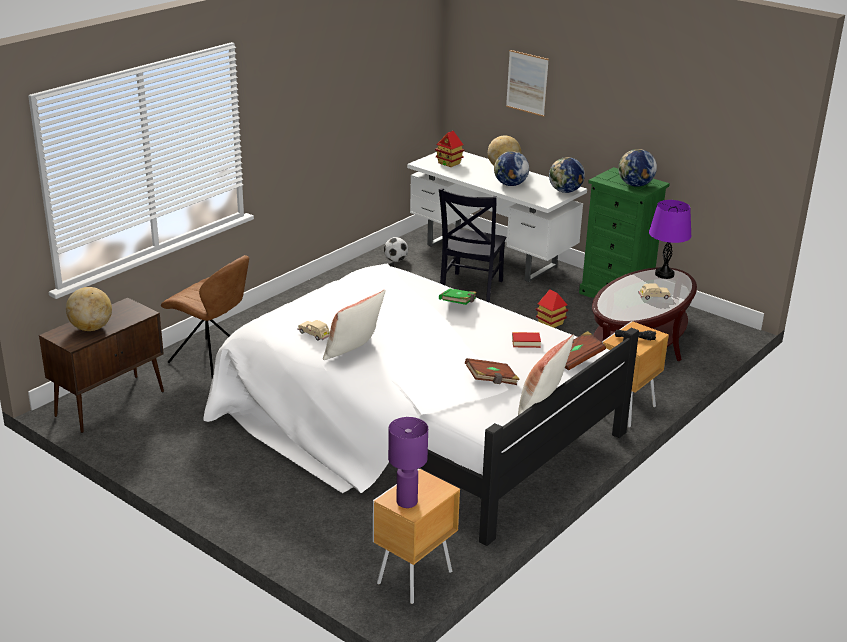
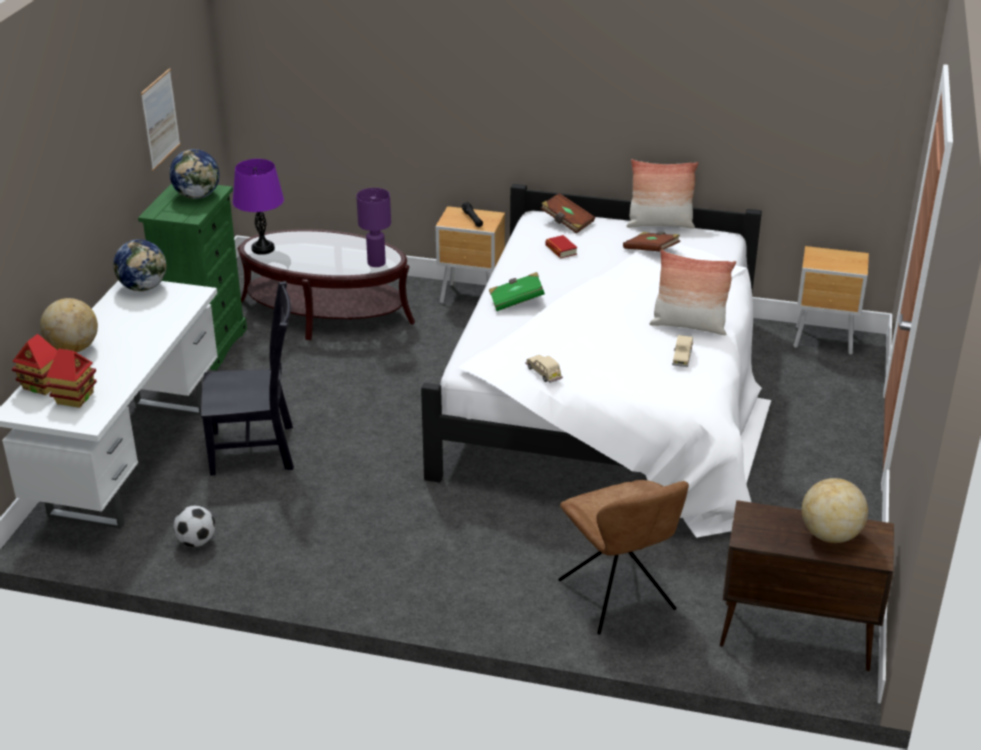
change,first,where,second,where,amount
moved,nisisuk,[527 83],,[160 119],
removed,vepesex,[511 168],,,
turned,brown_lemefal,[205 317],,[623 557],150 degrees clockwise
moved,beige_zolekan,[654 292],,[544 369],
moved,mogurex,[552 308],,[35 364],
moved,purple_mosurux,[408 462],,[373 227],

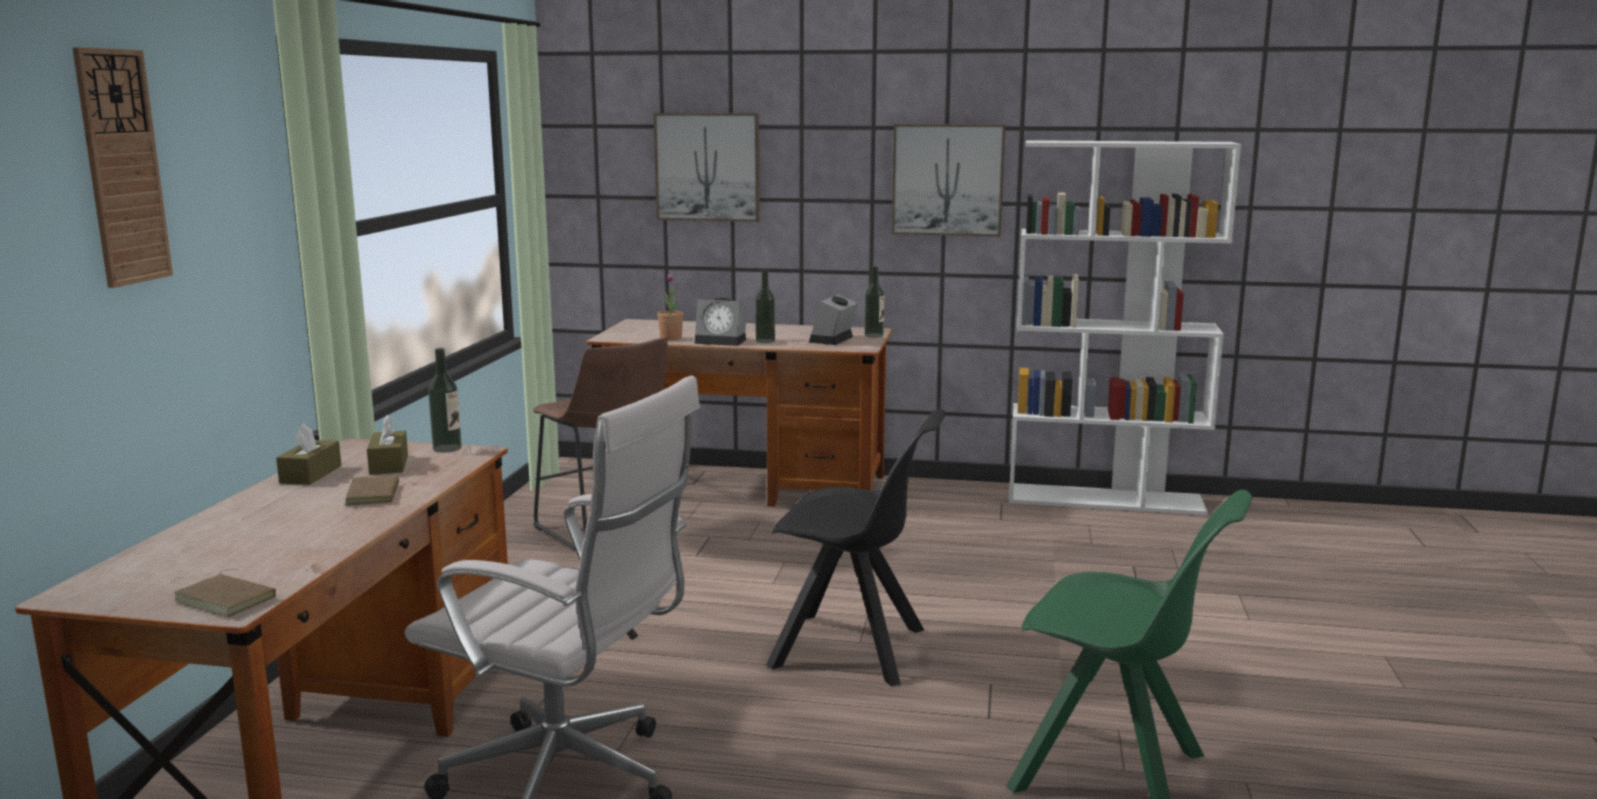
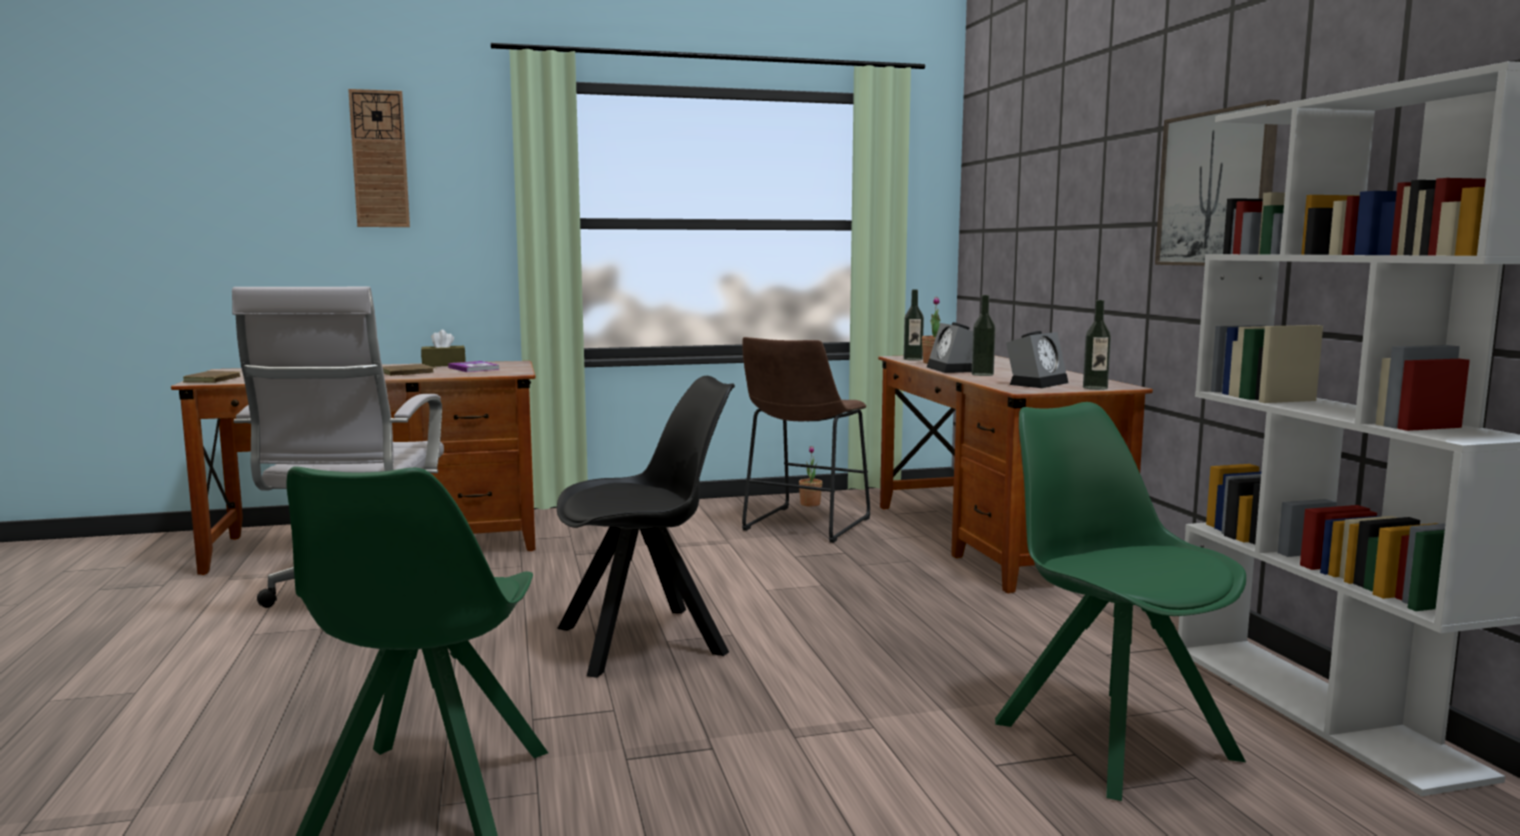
change,first,where,second,where,amount
removed,nisisuk,[706 167],,,
turned,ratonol,[833 320],,[1037 359],135 degrees clockwise
moved,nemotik,[445 400],,[914 325],
turned,black_lemefal,[856 547],,[646 527],105 degrees counterclockwise
replaced,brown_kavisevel,[387 445],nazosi,[474 366],
added,,,green_lemefal,[1120 601],
added,,,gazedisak,[810 476],

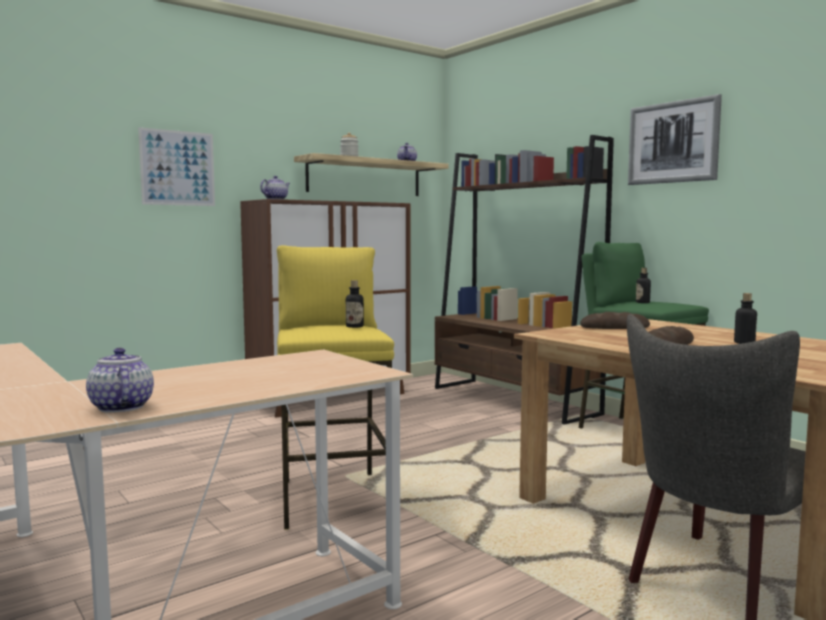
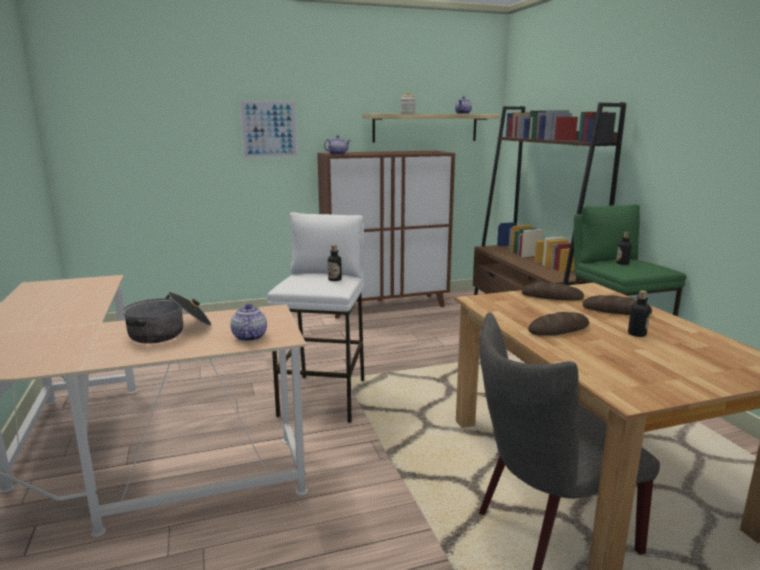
change,first,where,second,where,amount
removed,nisisuk,[675 139],,,
recoloured,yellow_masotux,[335 387],white_masotux,[315 317],
moved,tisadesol,[120 380],,[248 322],
added,,,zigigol,[167 318],
added,,,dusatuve,[617 305],

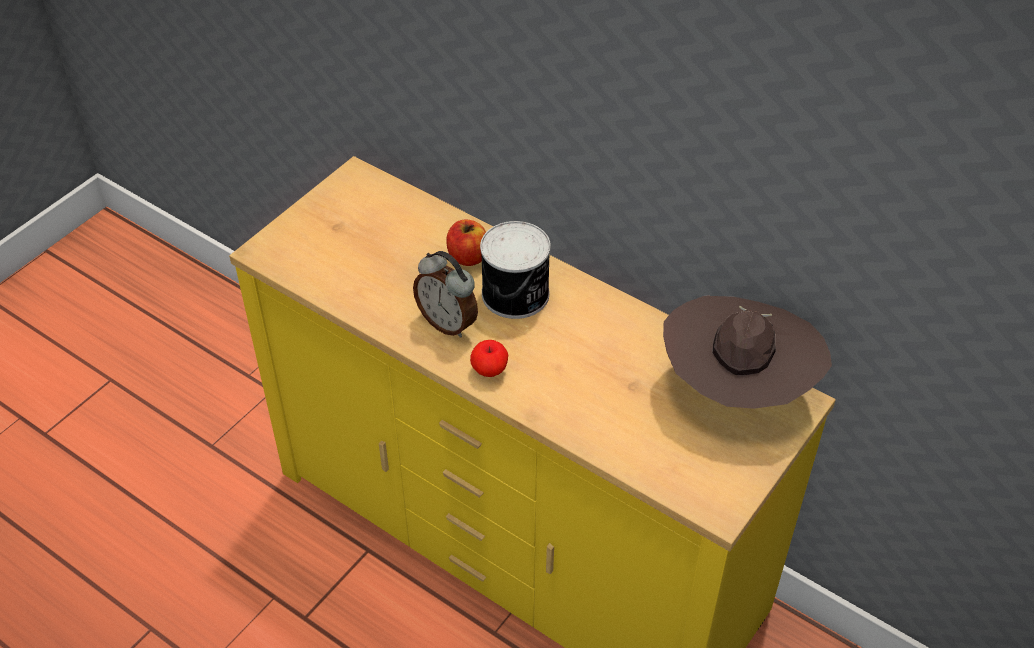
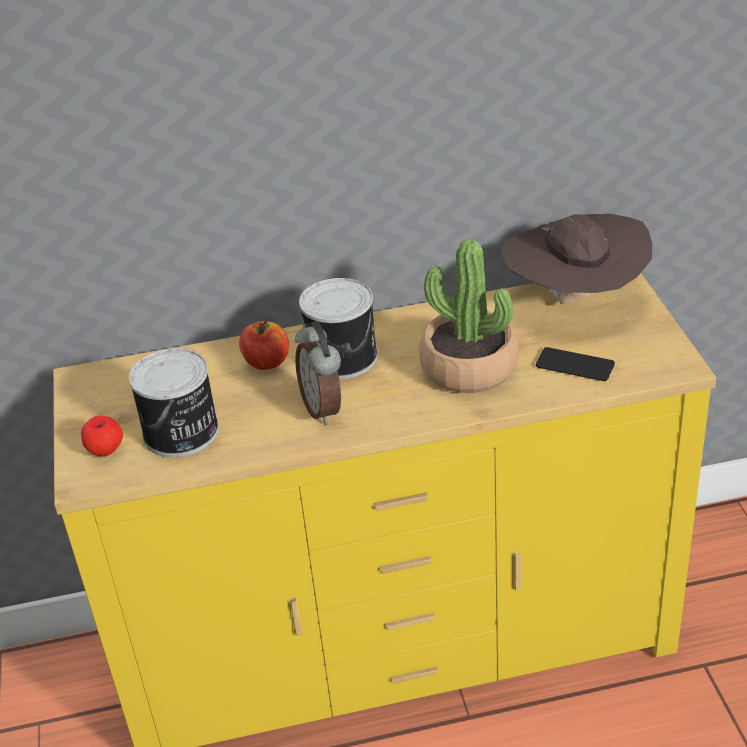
change,first,where,second,where,amount
turned,ratonol,[445 294],,[318 373],75 degrees clockwise
moved,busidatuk,[489 358],,[102 436],
added,,,gazedisak,[469 316],
added,,,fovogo,[575 364],
added,,,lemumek,[174 402],

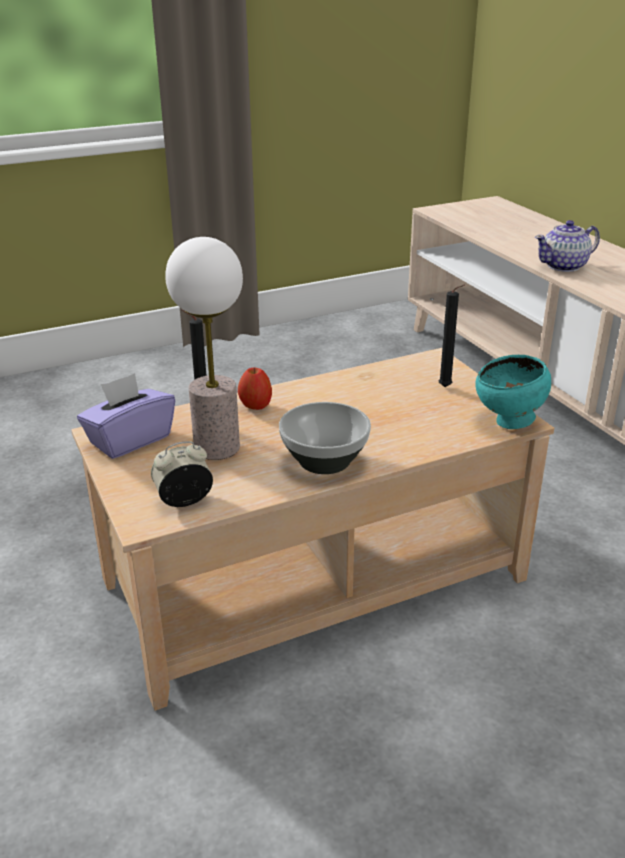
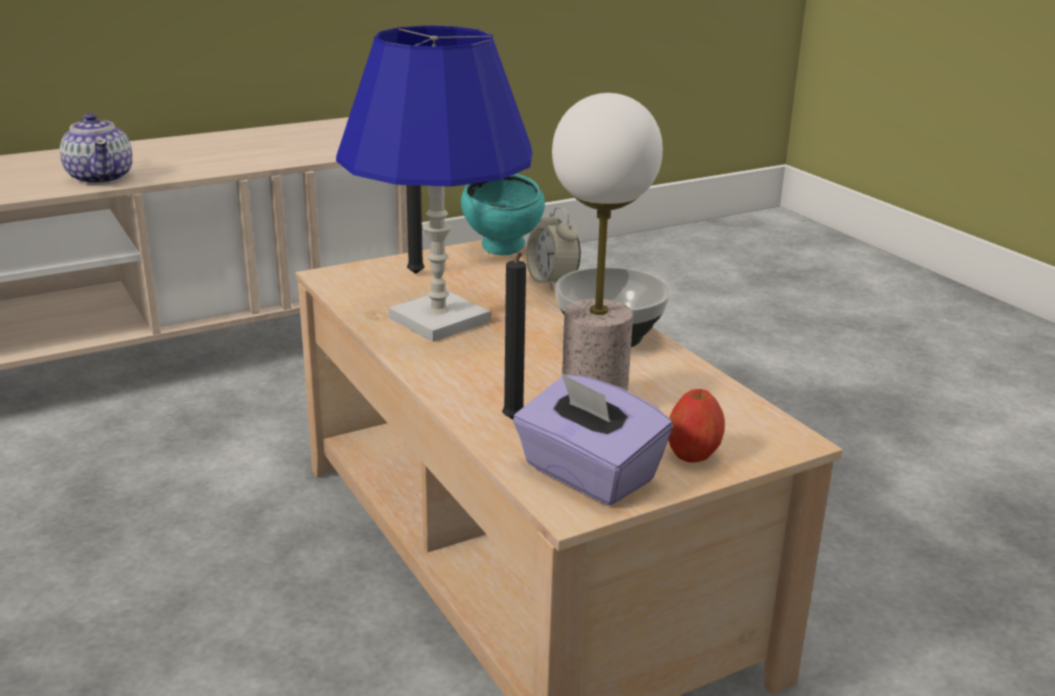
change,first,where,second,where,amount
moved,busidatuk,[255 388],,[696 425],
moved,ratonol,[182 474],,[553 249],
added,,,blue_mosurux,[434 183],

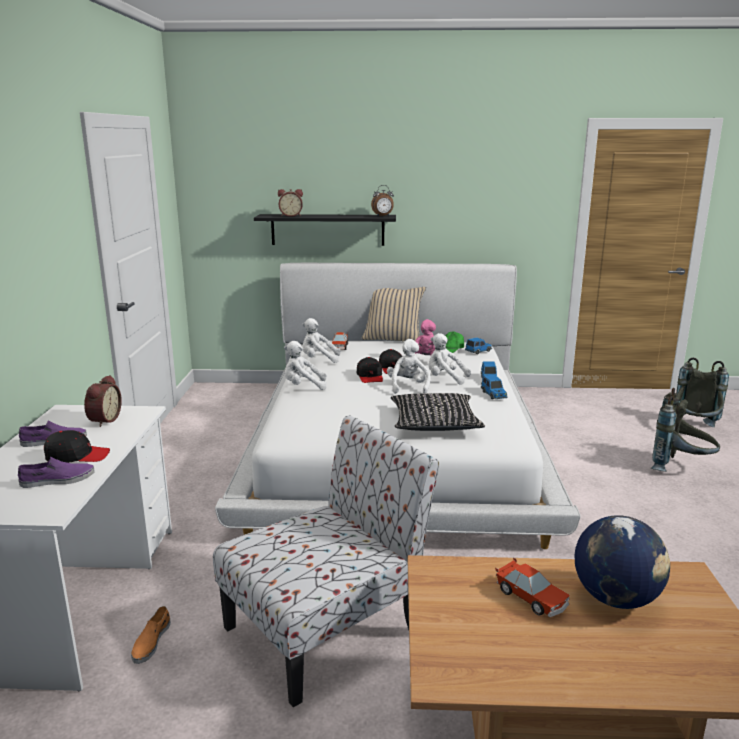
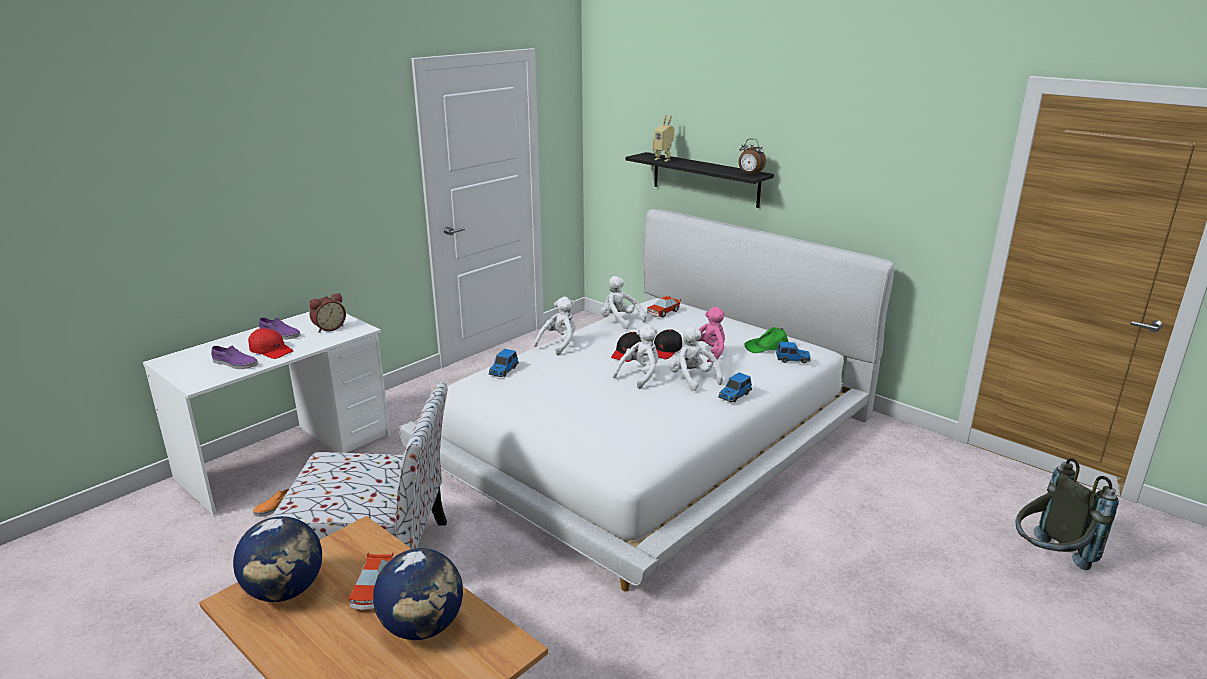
change,first,where,second,where,amount
replaced,ratonol,[290 203],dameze,[663 138],
removed,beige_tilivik,[394 314],,,
turned,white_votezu,[305 365],,[555 326],90 degrees clockwise
moved,zolekan,[494 387],,[504 363],
removed,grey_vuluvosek,[685 430],,,
removed,black_tilivik,[438 412],,,
recoloured,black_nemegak,[77 446],red_nemegak,[270 343],
added,,,vepesex,[277 559],

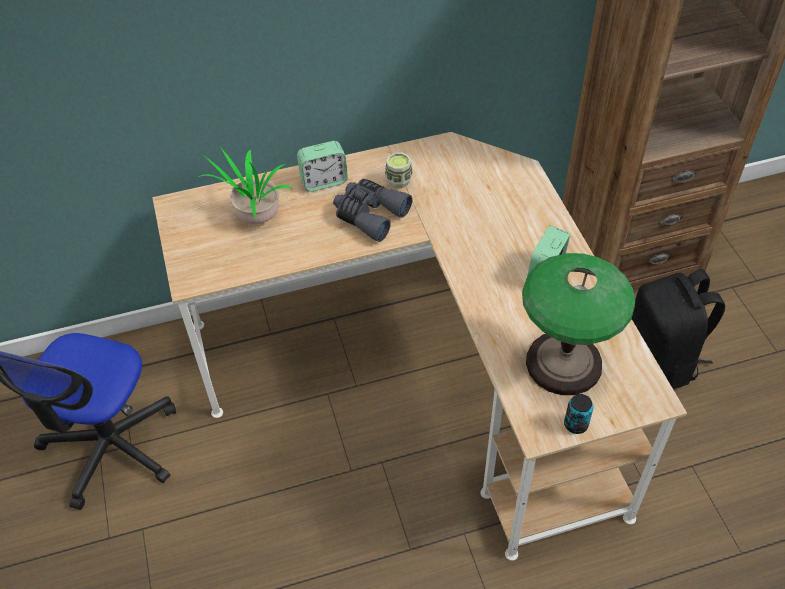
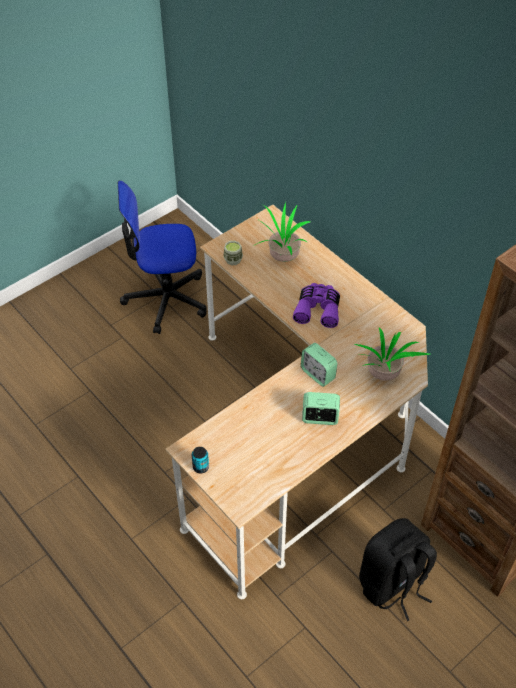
change,first,where,second,where,amount
moved,ratonol,[322 166],,[319 365],
moved,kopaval,[399 170],,[233 253],
recoloured,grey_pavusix,[373 210],purple_pavusix,[316 305],
removed,mosurux,[578 324],,,
added,,,gazedisak,[392 354],

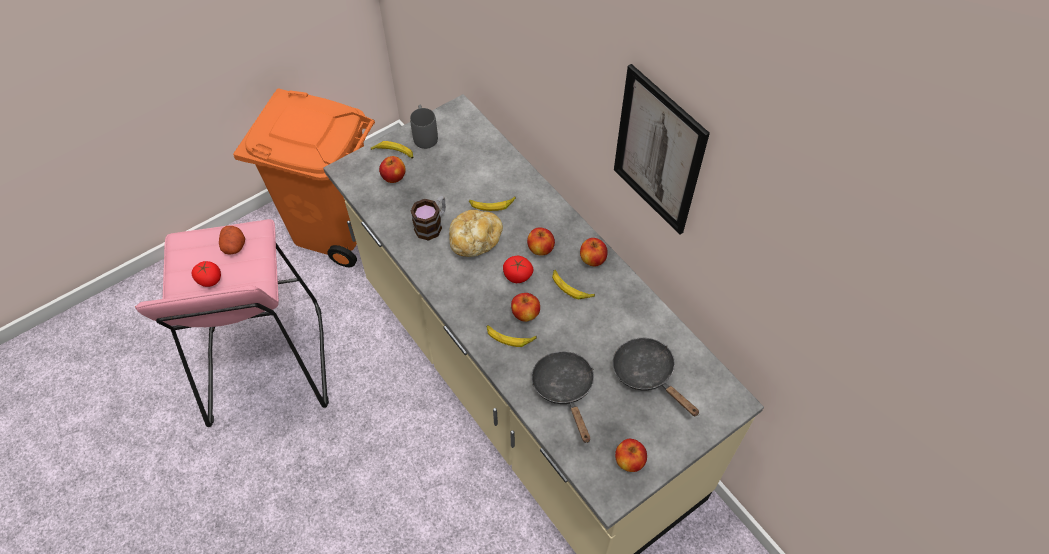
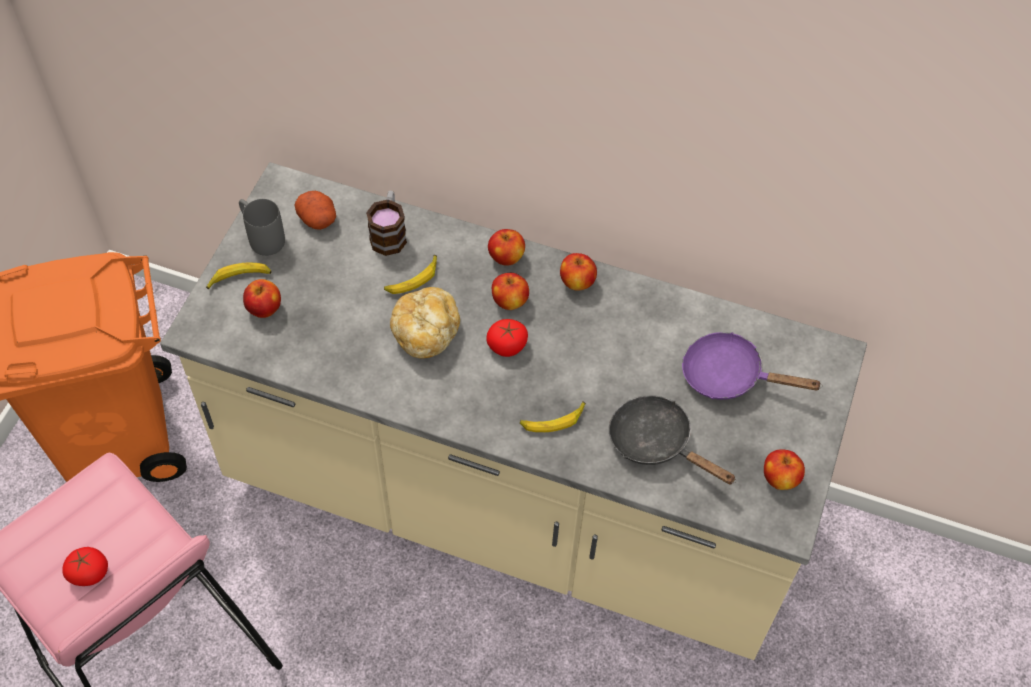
change,first,where,second,where,amount
removed,nisisuk,[662 149],,,
moved,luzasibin,[428 218],,[386 223],
moved,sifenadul,[232 240],,[315 210],
removed,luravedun,[573 284],,,
moved,busidatuk,[525 307],,[506 247],
recoloured,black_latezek,[656 377],purple_latezek,[752 366],

